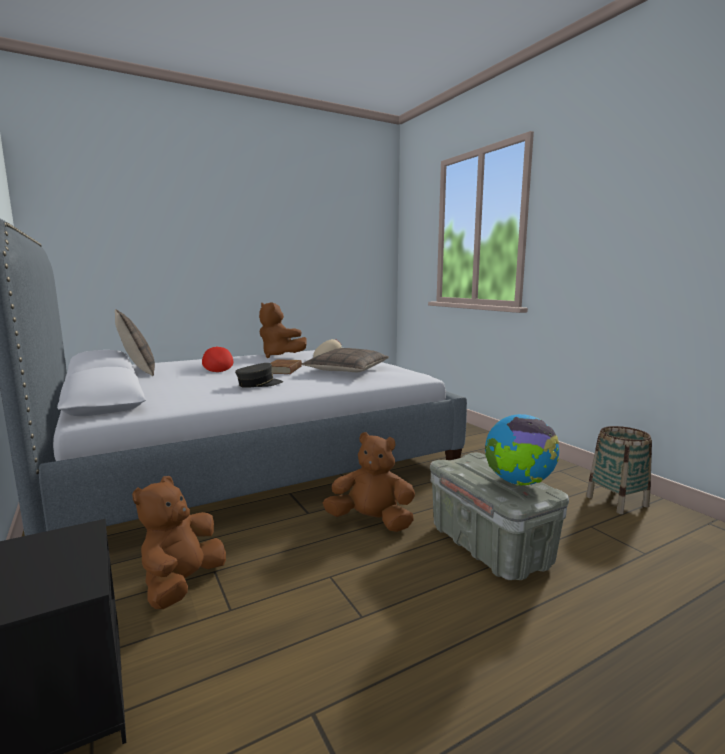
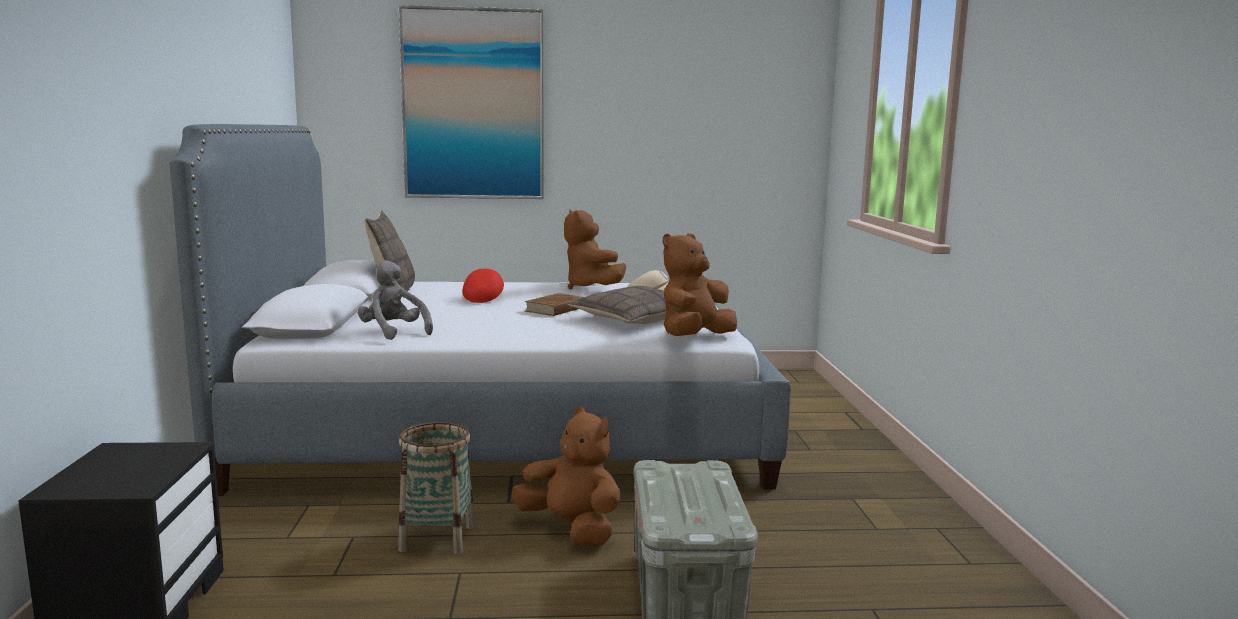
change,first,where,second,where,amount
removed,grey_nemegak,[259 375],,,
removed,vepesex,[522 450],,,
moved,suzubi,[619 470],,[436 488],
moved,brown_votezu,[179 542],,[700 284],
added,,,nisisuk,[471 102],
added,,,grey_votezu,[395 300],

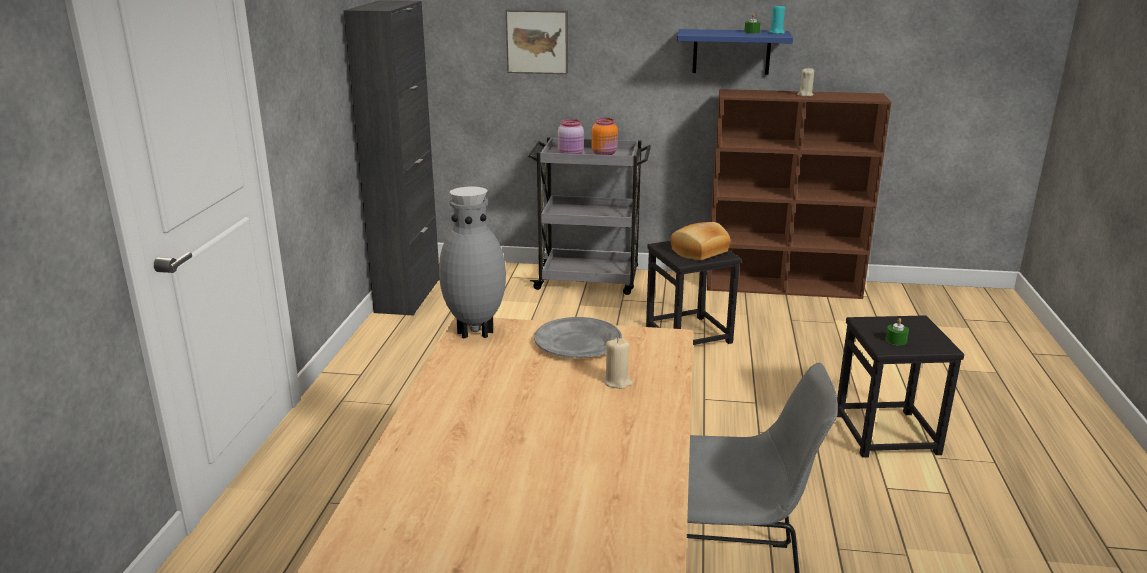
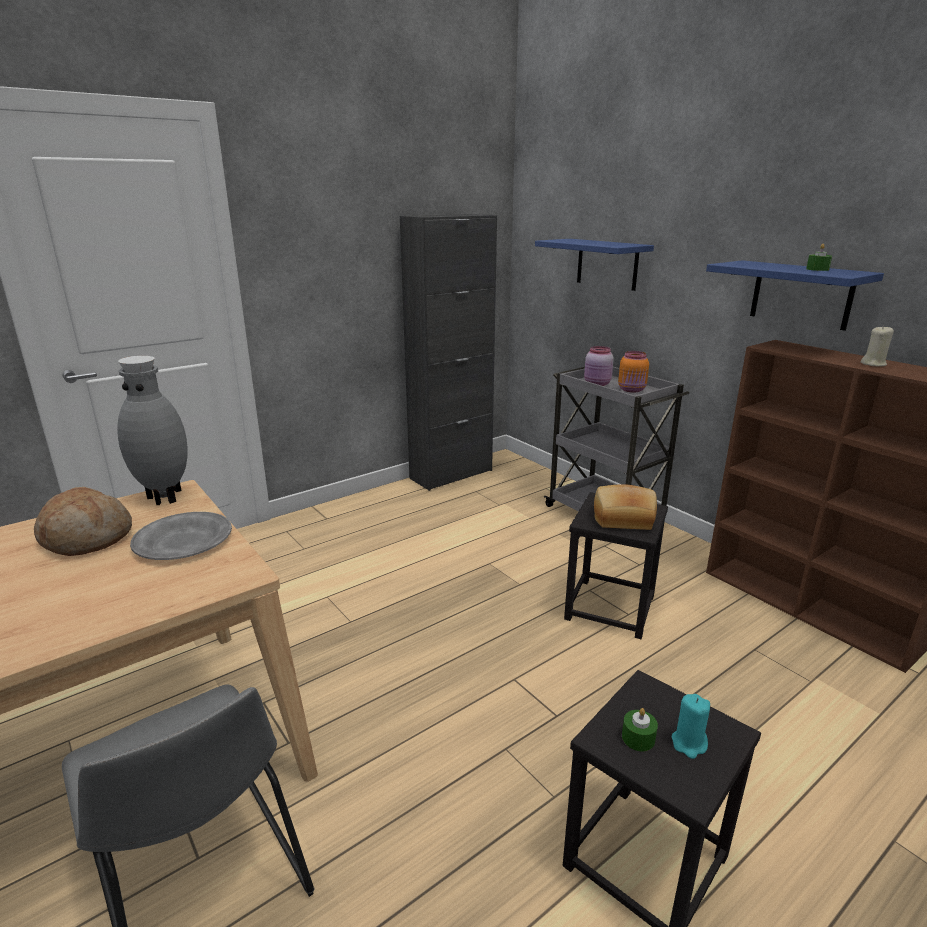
change,first,where,second,where,amount
moved,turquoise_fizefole,[777 19],,[690 726],
replaced,nisisuk,[537 41],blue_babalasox,[594 265],
removed,beige_fizefole,[618 363],,,
added,,,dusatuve,[83 521],

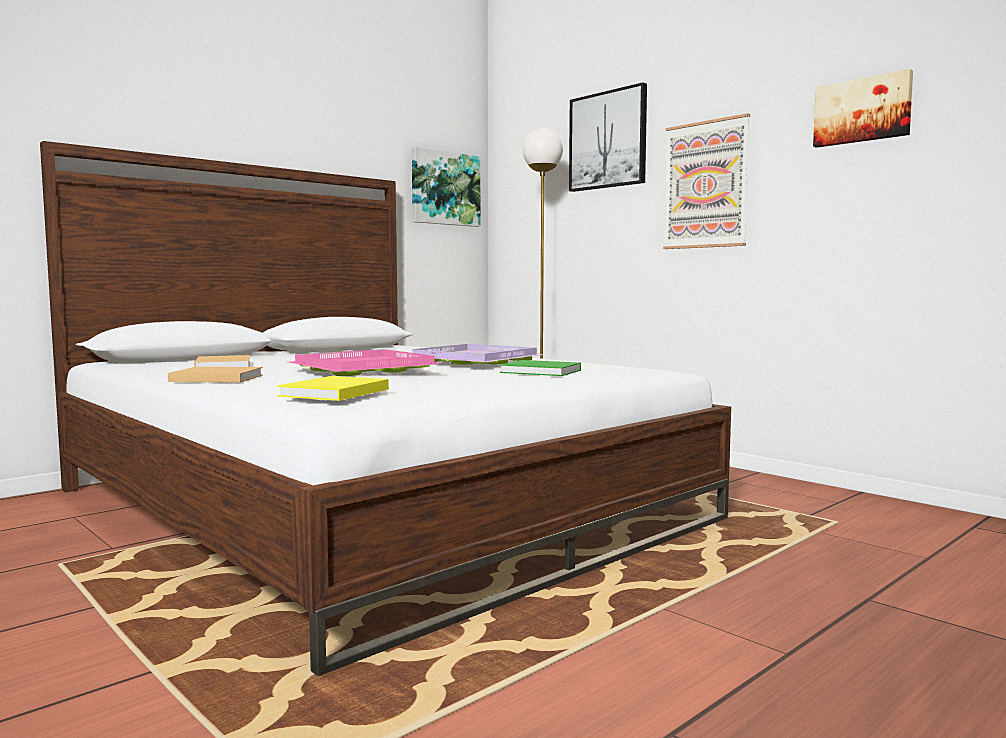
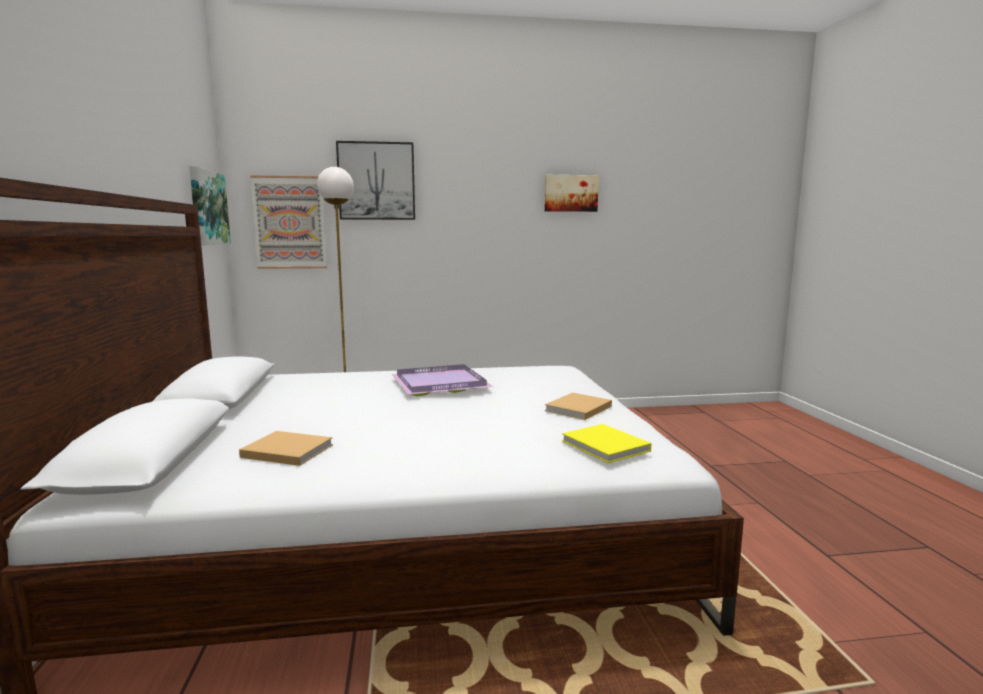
change,first,where,second,where,amount
moved,nisisuk,[706 181],,[288 222],
removed,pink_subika,[365 362],,,
removed,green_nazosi,[540 368],,,
moved,beige_nazosi,[215 375],,[578 406],

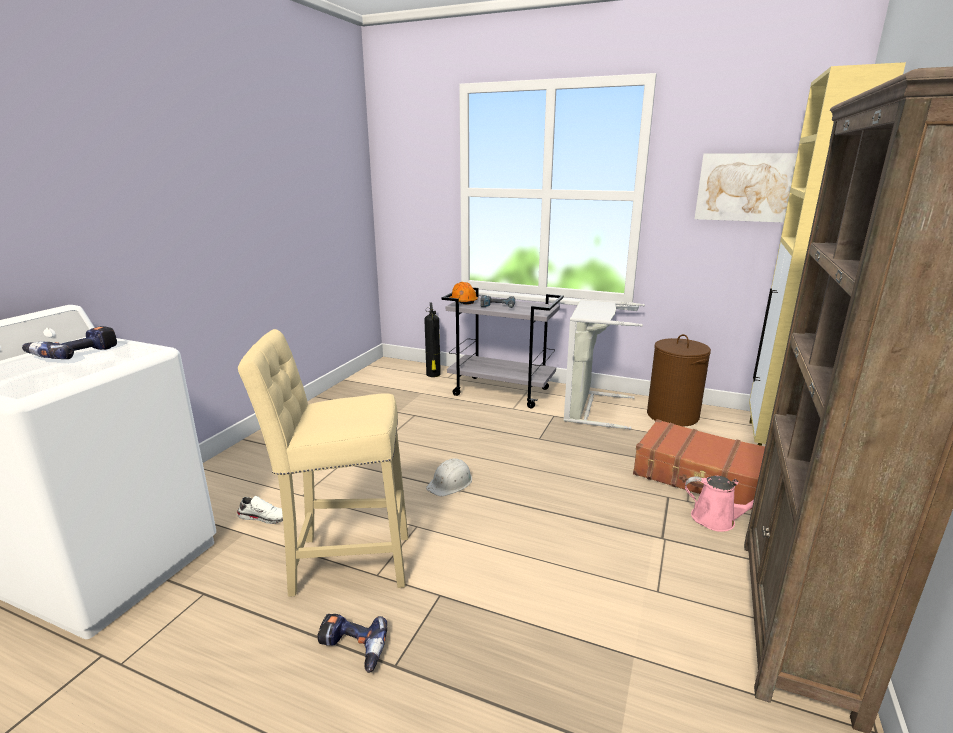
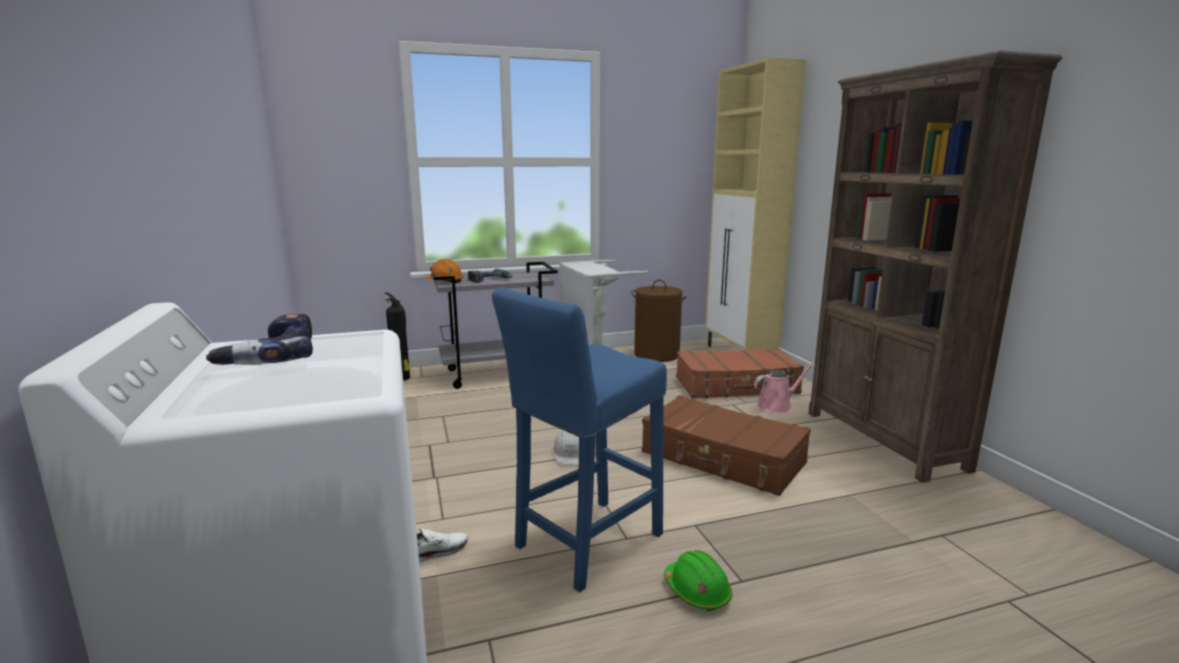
change,first,where,second,where,amount
removed,nisisuk,[746 188],,,
recoloured,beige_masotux,[323 463],blue_masotux,[579 439],
replaced,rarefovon,[352 643],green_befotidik,[698 580],
added,,,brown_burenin,[726 445],

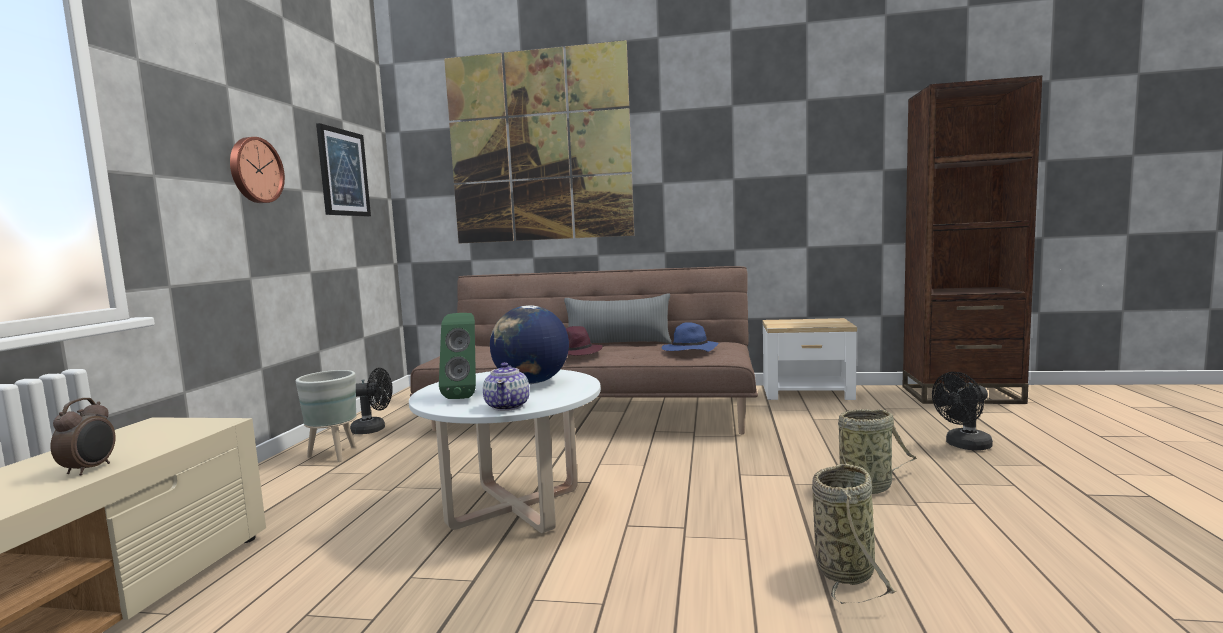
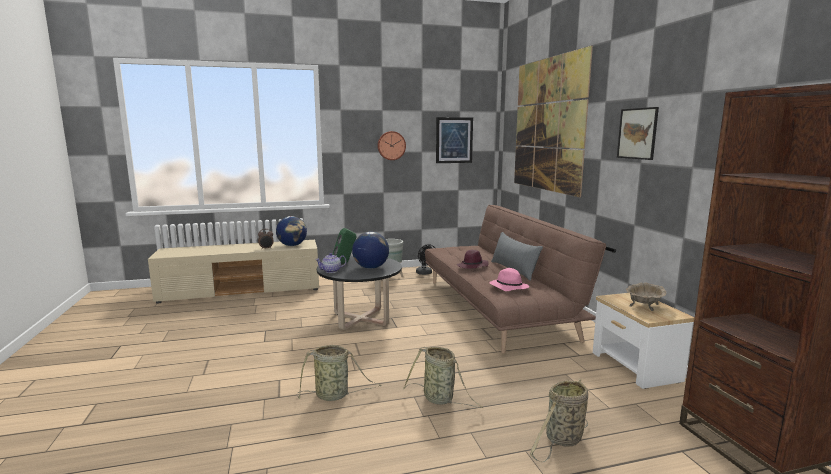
change,first,where,second,where,amount
recoloured,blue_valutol,[690 337],pink_valutol,[509 279],
recoloured,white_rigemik,[505 451],black_rigemik,[359 293],
replaced,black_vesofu,[962 411],suzubi,[559 420],
added,,,nisisuk,[638 133],
added,,,vepesex,[291 231],
added,,,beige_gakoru,[646 296],

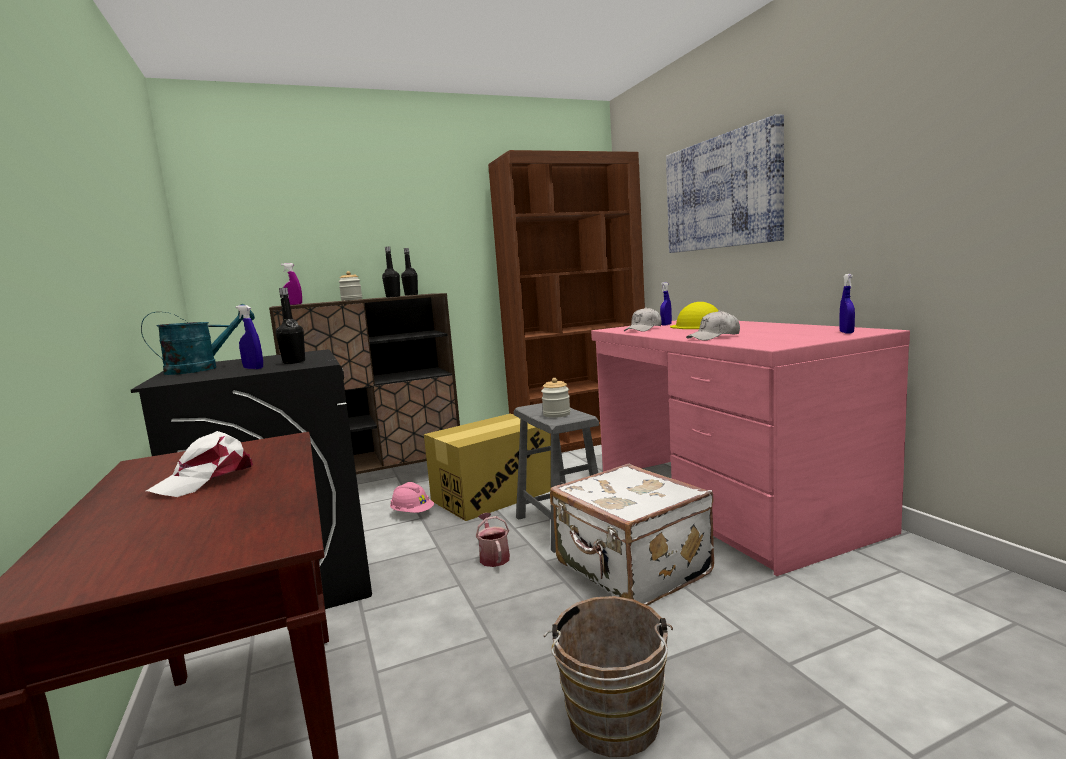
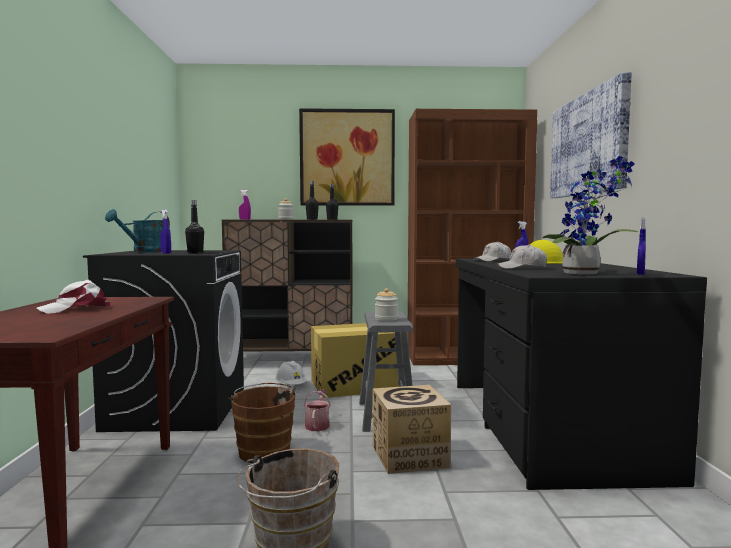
change,first,where,second,where,amount
turned,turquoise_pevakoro,[198 339],,[137 230],135 degrees clockwise
recoloured,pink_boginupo,[750 448],black_boginupo,[581 374],
replaced,white_burenin,[632 535],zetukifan,[411 429],
recoloured,pink_befotidik,[412 497],white_befotidik,[291 373],
added,,,nisisuk,[347 157],
added,,,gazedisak,[590 215],
added,,,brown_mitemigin,[263 423],

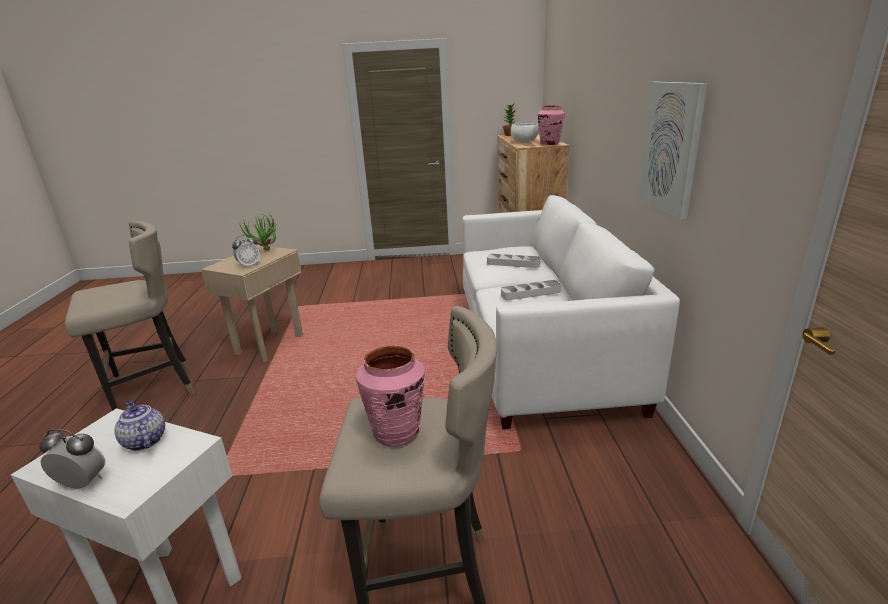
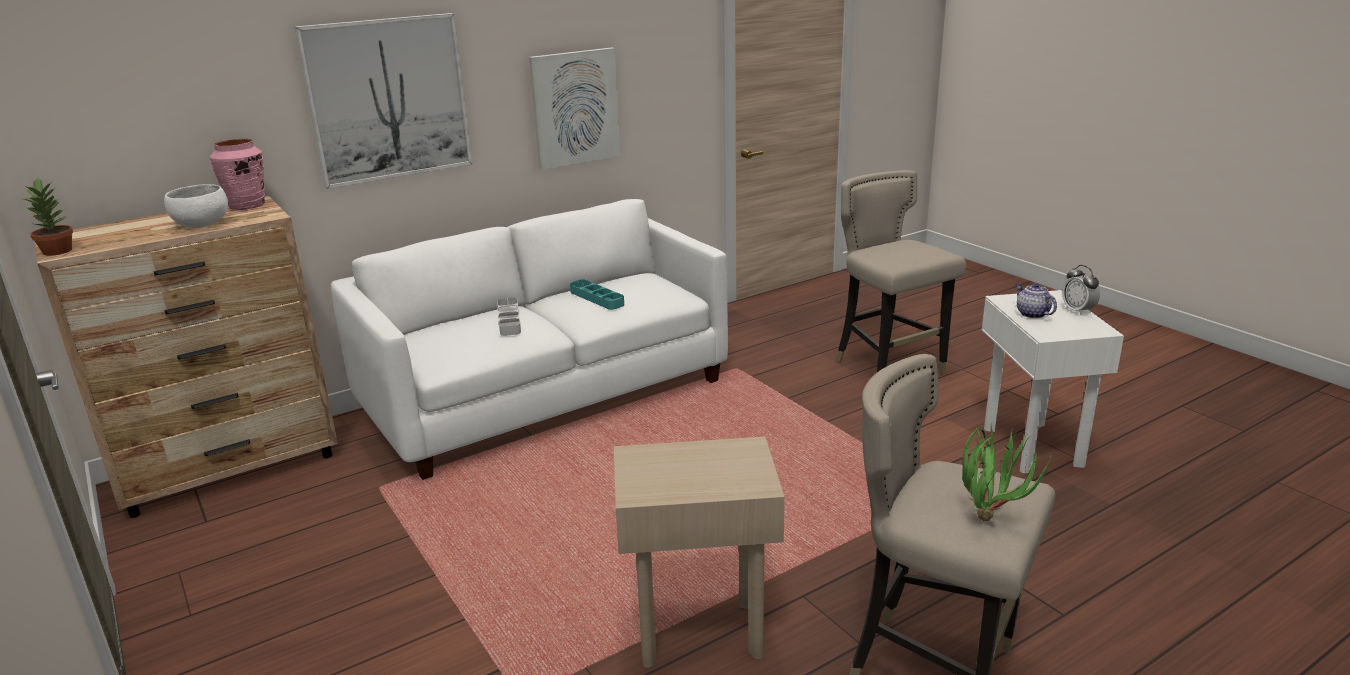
change,first,where,second,where,amount
moved,gazedisak,[257 230],,[1007 473],
removed,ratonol,[246 251],,,
recoloured,grey_subika,[531 290],turquoise_subika,[597 294],
removed,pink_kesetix,[390 396],,,
turned,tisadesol,[139 425],,[1036 300],135 degrees clockwise
added,,,nisisuk,[383 101],

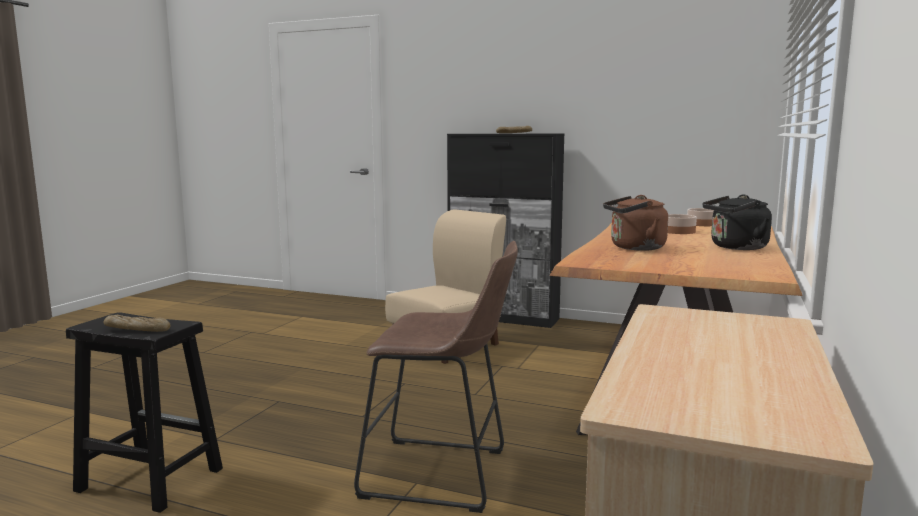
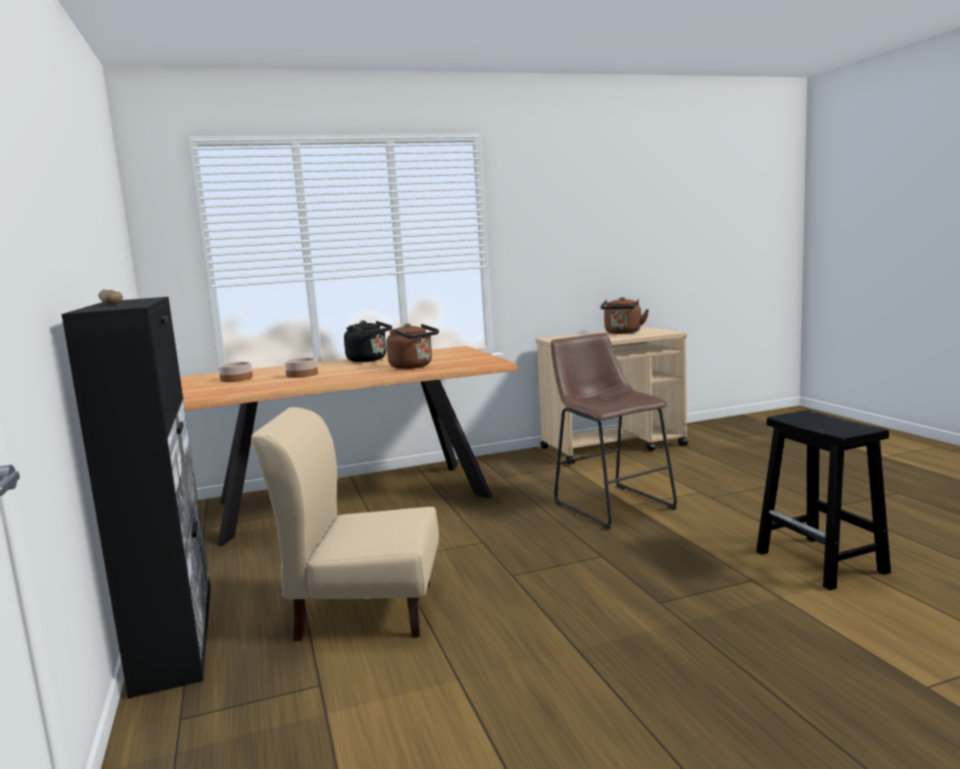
change,first,where,second,where,amount
removed,dusatuve,[136 323],,,
added,,,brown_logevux,[624 315],

